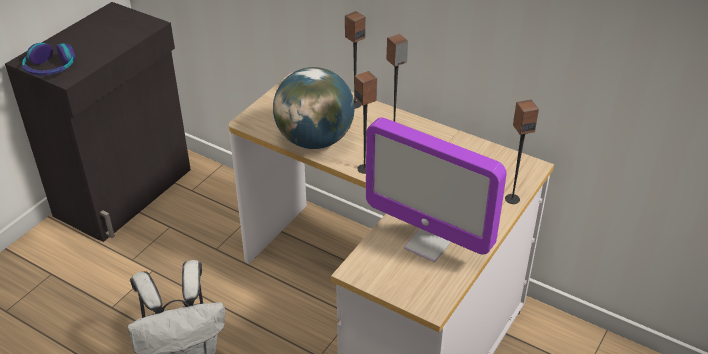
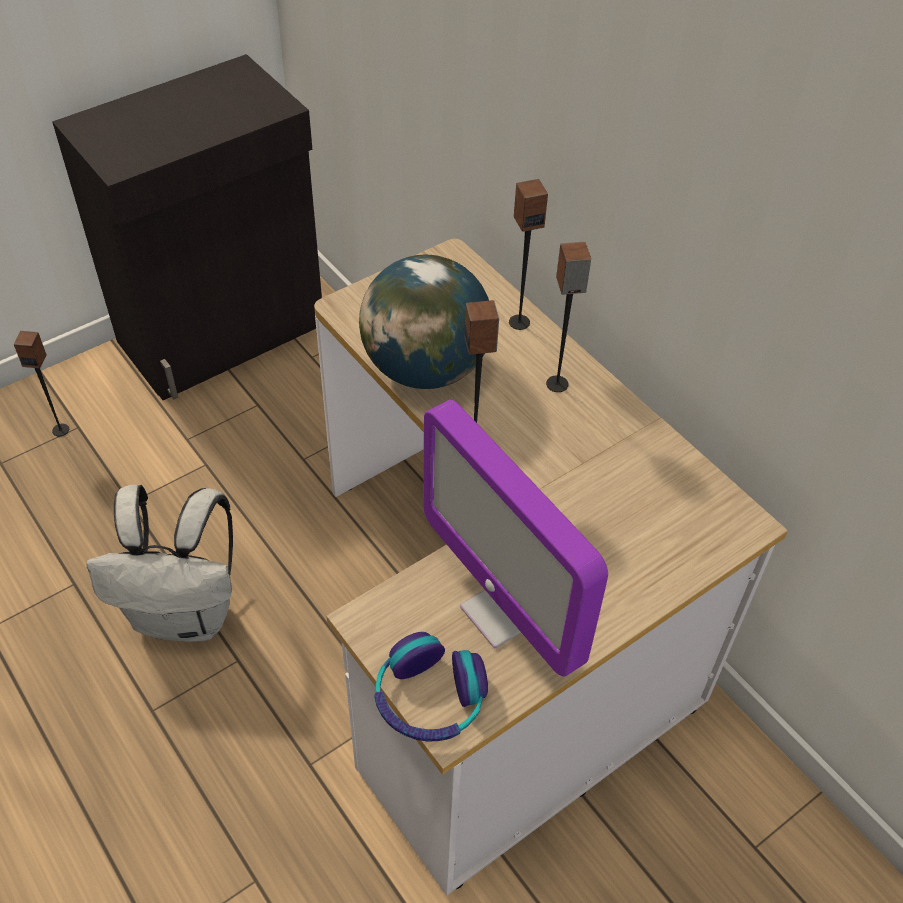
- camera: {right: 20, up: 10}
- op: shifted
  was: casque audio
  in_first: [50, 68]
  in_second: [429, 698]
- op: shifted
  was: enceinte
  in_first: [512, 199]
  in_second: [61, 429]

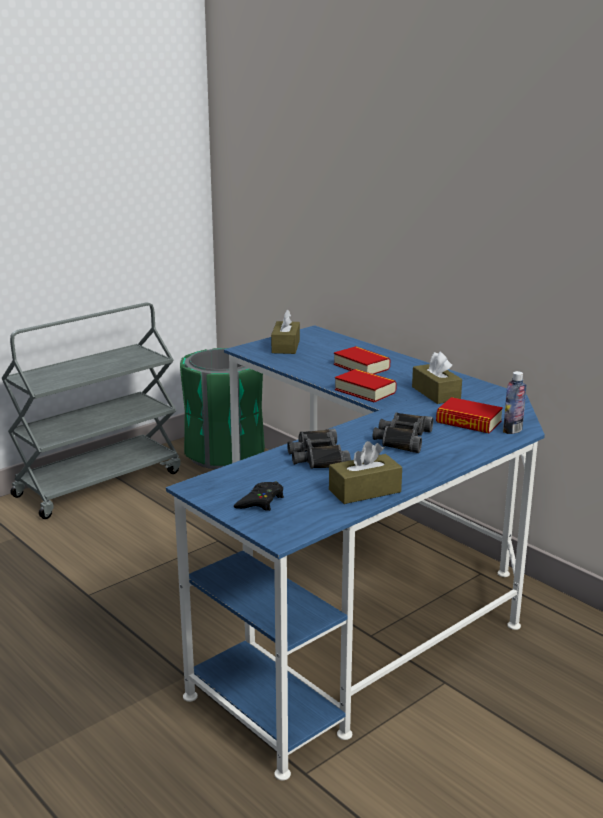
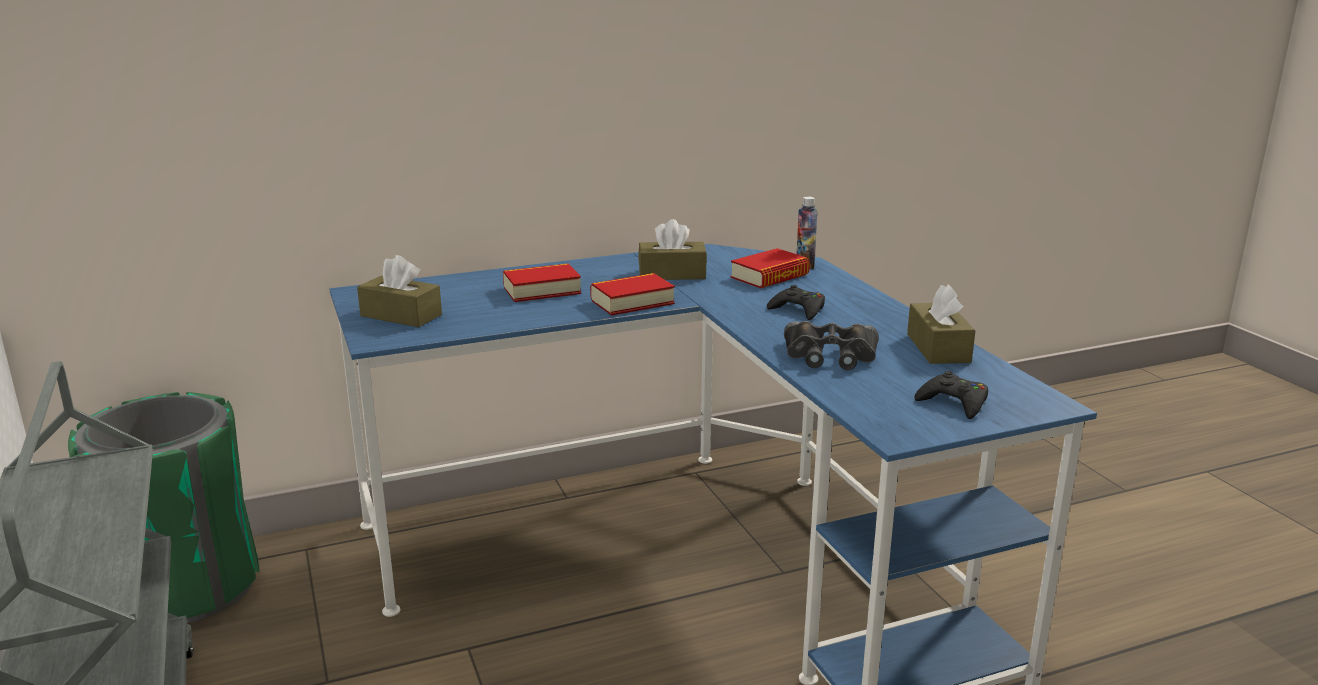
- camera: {right: -70, up: 0}
- op: swapped
  was: jumelles/noir
  now: manette/noir
  in_first: [402, 438]
  in_second: [798, 309]

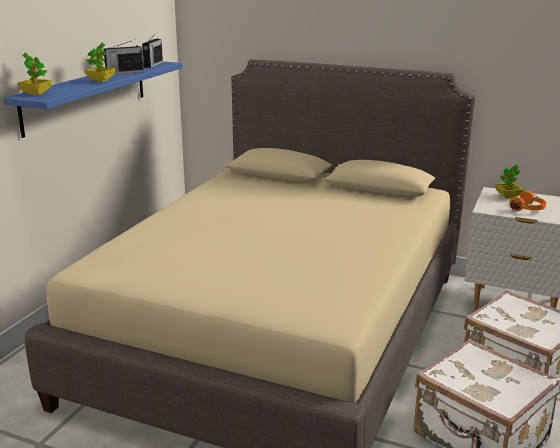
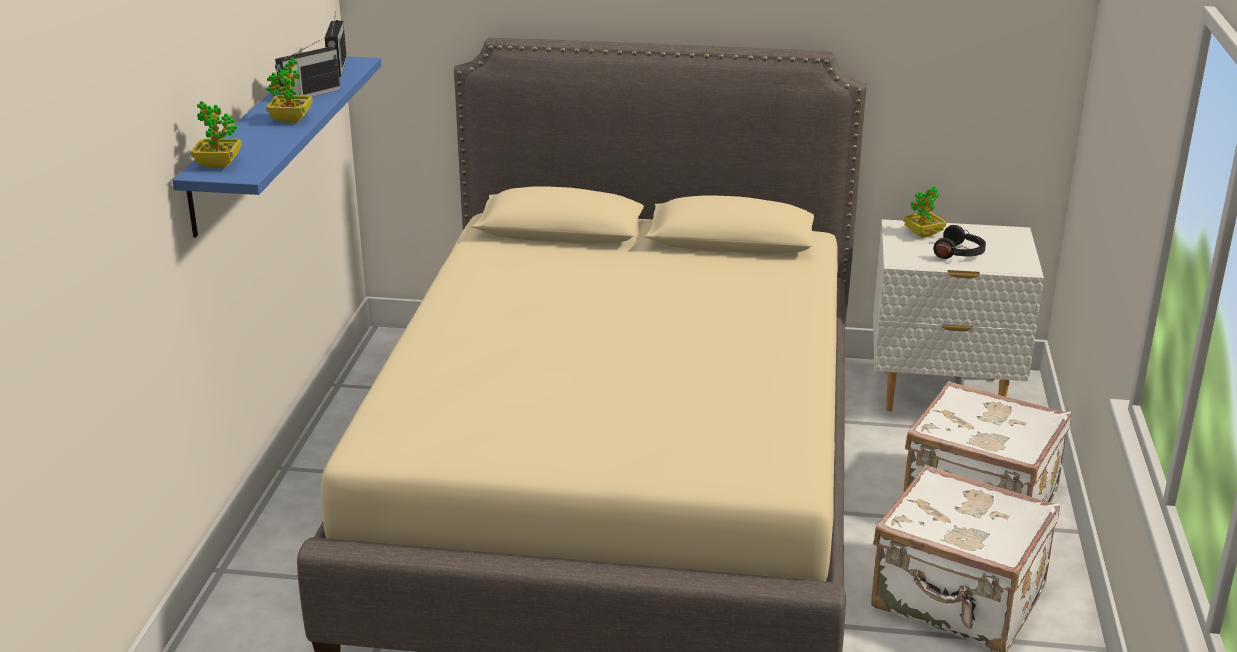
- camera: {right: -15, up: 5}
- op: repainted
  was: casque audio/orange
  now: casque audio/noir
  in_first: [528, 209]
  in_second: [960, 253]

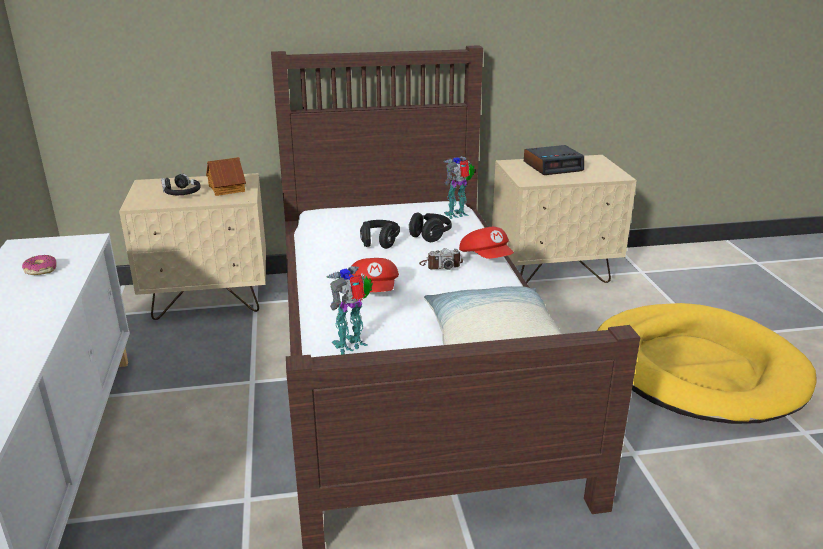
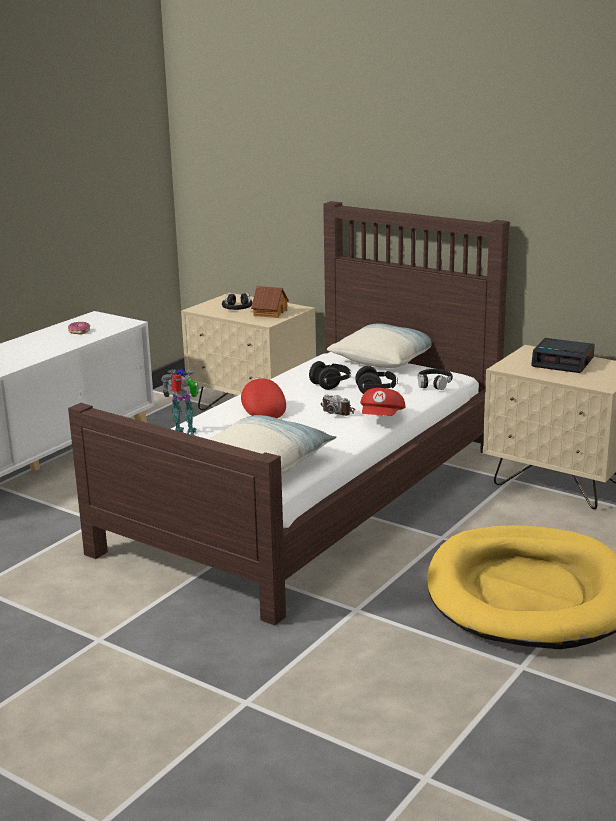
- camera: {right: 45, up: -5}
- op: swapped
  was: robot jouet
  now: casque audio/noir
  in_first: [457, 215]
  in_second: [434, 384]
- op: rotated
  was: casquette/rouge
  in_first: [374, 291]
  in_second: [261, 411]
  clockwise: 120
- op: new
  now: coussin
  in_second: [384, 360]

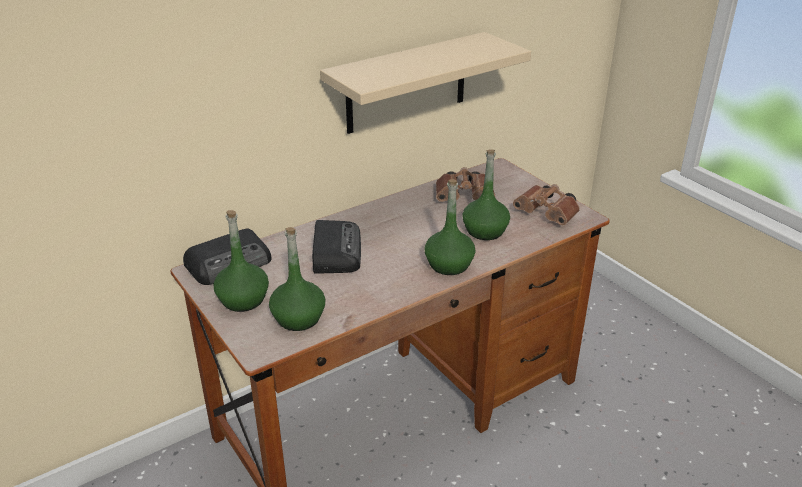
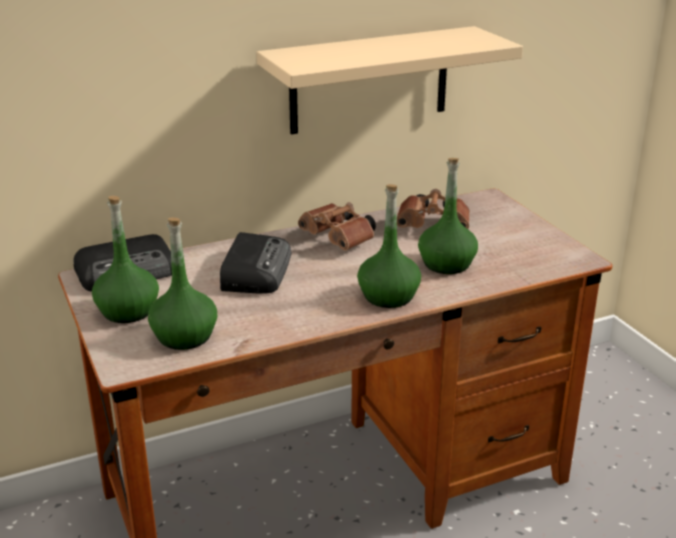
- camera: {right: 10, up: -5}
- op: shifted
  was: jumelles/marron
  in_first: [548, 215]
  in_second: [340, 240]

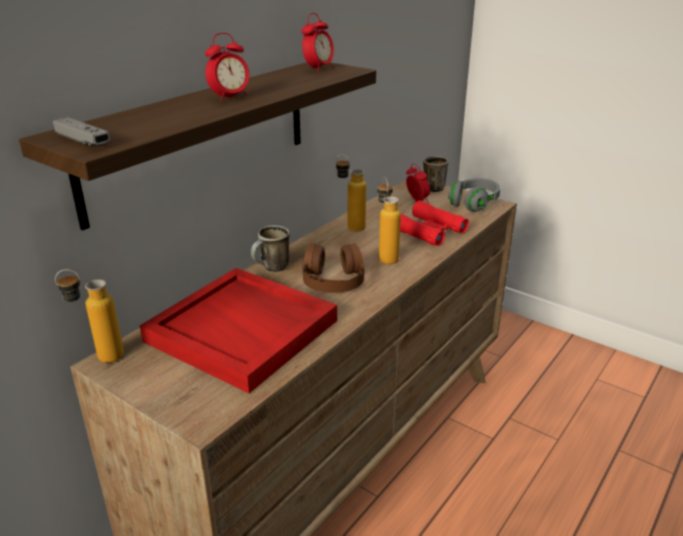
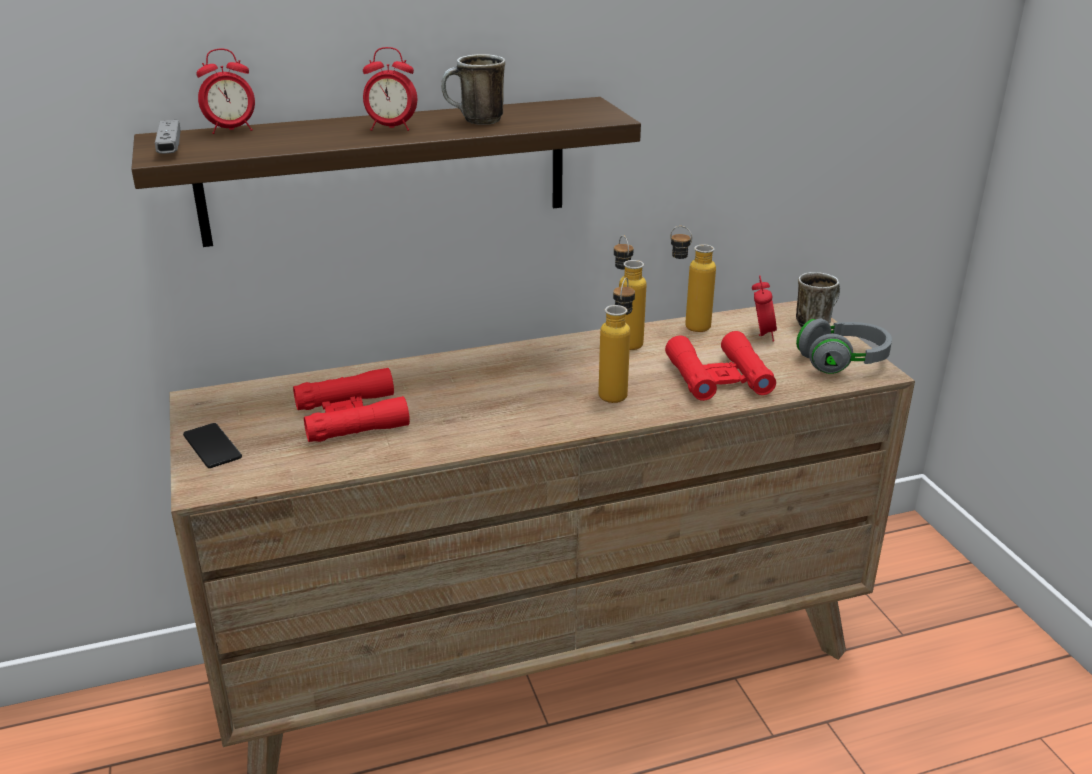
- camera: {right: 35, up: 0}
- op: shifted
  was: réveil
  in_first: [318, 69]
  in_second: [231, 130]
- op: shifted
  was: mug
  in_first: [272, 269]
  in_second: [475, 121]
- op: gone
  was: casque audio/marron
  in_first: [333, 279]
- op: swapped
  was: plateau/rouge
  now: jumelles/rouge
  in_first: [244, 330]
  in_second: [351, 417]
- op: shifted
  was: bouteille
  in_first: [100, 357]
  in_second: [687, 325]
- op: new
  now: téléphone
  in_second: [212, 446]

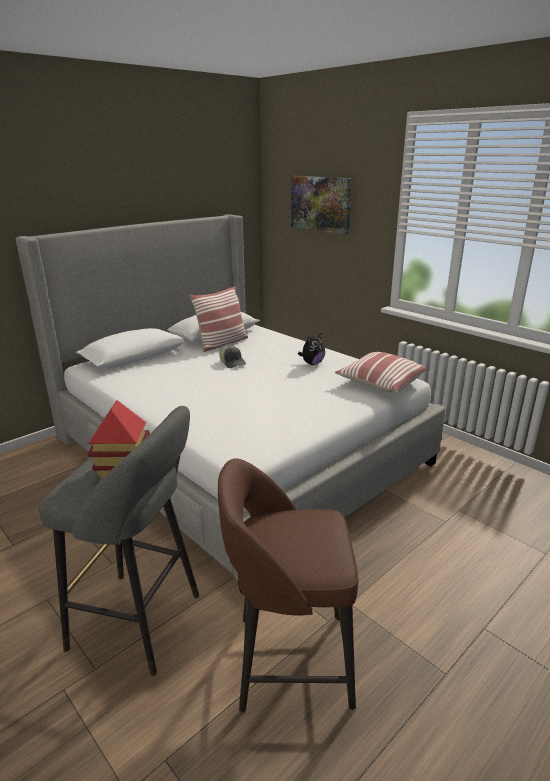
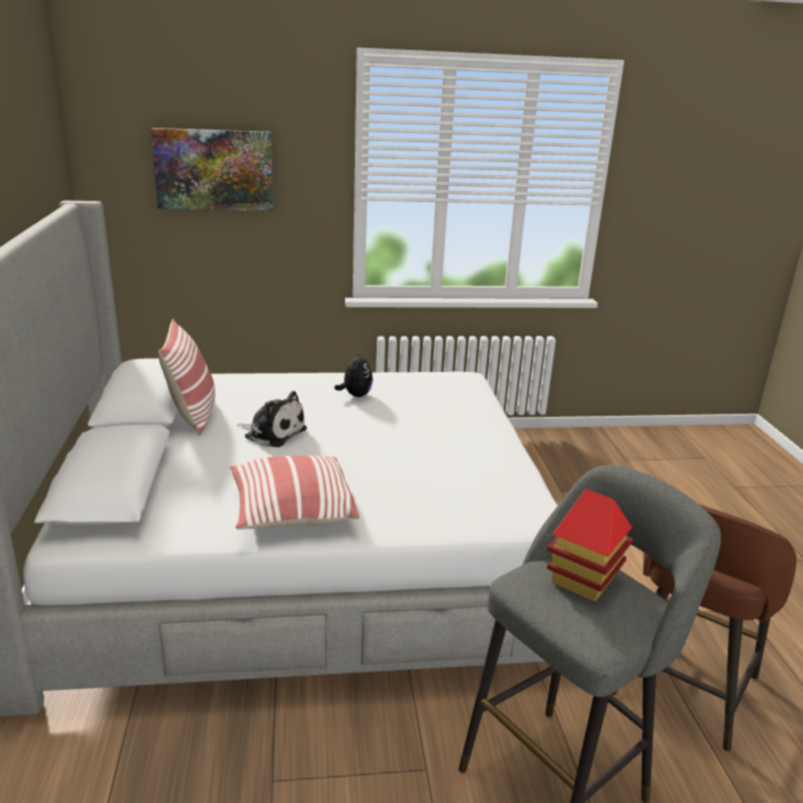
- camera: {right: -55, up: 0}
- op: swapped
  was: casquette
  now: peluche
  in_first: [233, 363]
  in_second: [273, 433]
- op: shifted
  was: coussin
  in_first: [379, 383]
  in_second: [291, 510]

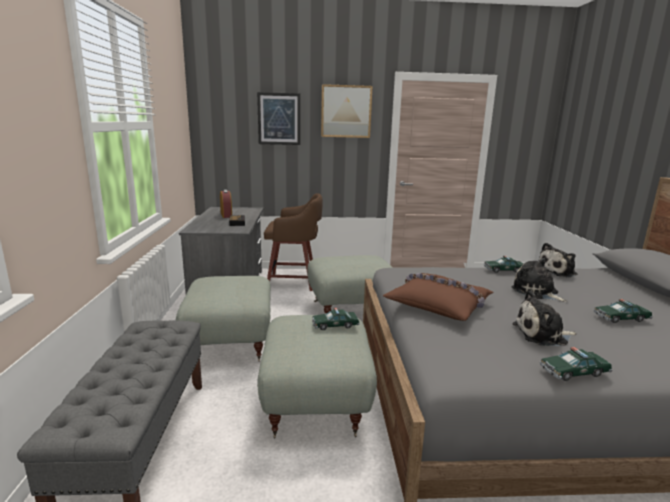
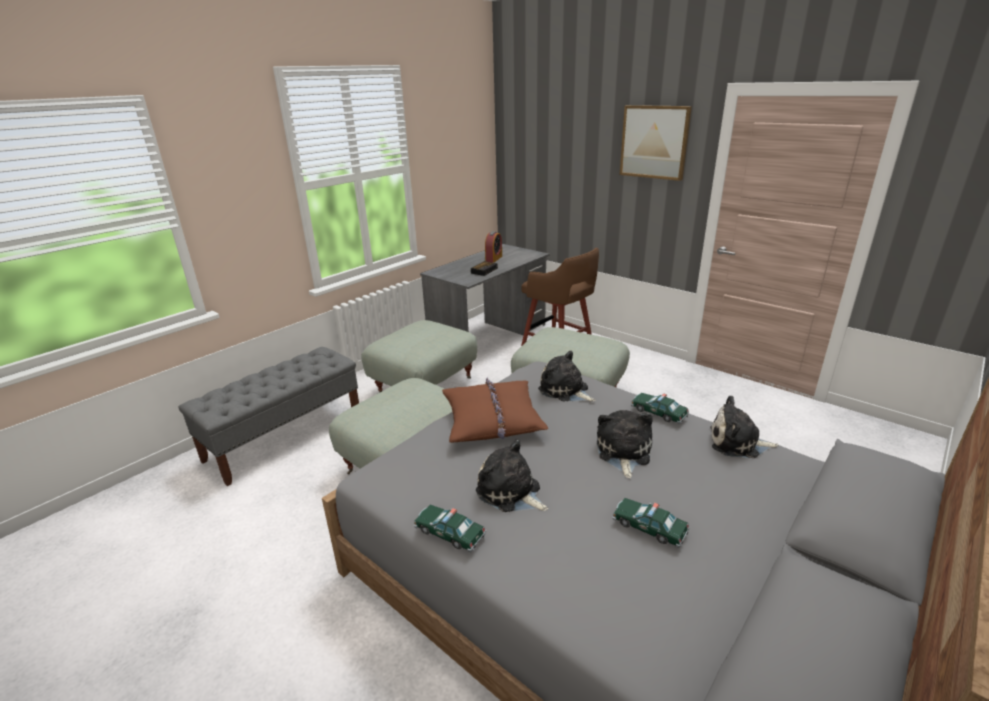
- camera: {right: 45, up: 10}
- op: gone
  was: tableau
  in_first: [279, 119]
- op: gone
  was: petite voiture
  in_first: [335, 325]
- op: new
  now: peluche
  in_second: [565, 391]

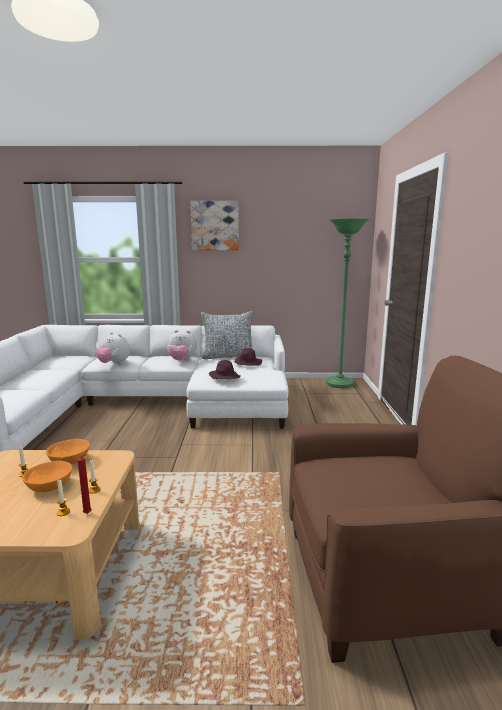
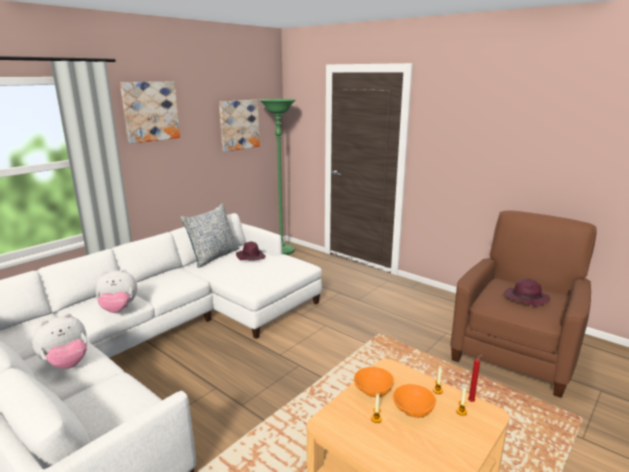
- camera: {right: -50, up: 5}
- op: shifted
  was: peluche
  in_first: [182, 360]
  in_second: [66, 364]
- op: shifted
  was: chapeau/violet
  in_first: [224, 377]
  in_second: [525, 299]
- op: new
  now: tableau
  in_second: [239, 125]

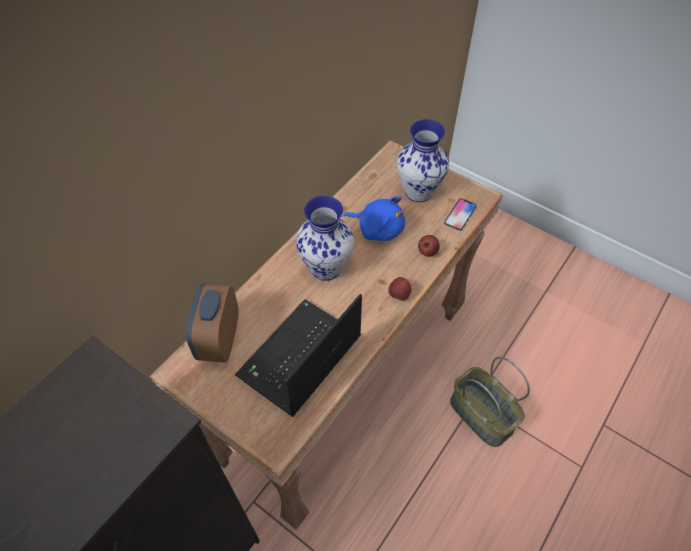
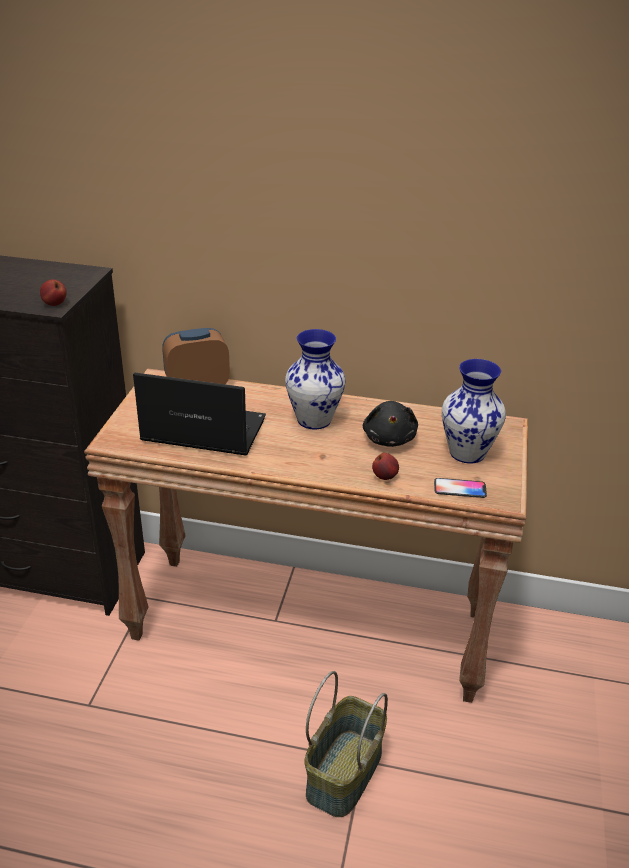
- camera: {right: 65, up: -20}
- op: repainted
  was: peluche/bleu
  now: peluche/noir
  in_first: [378, 229]
  in_second: [389, 438]
- op: shifted
  was: pomme
  in_first: [399, 295]
  in_second: [54, 304]

